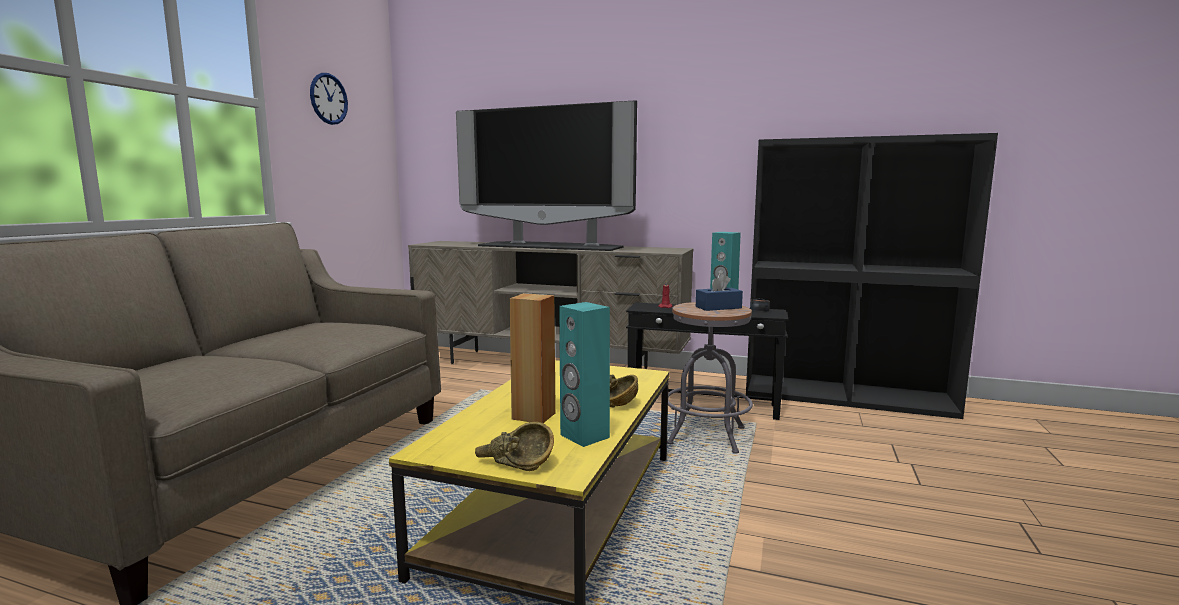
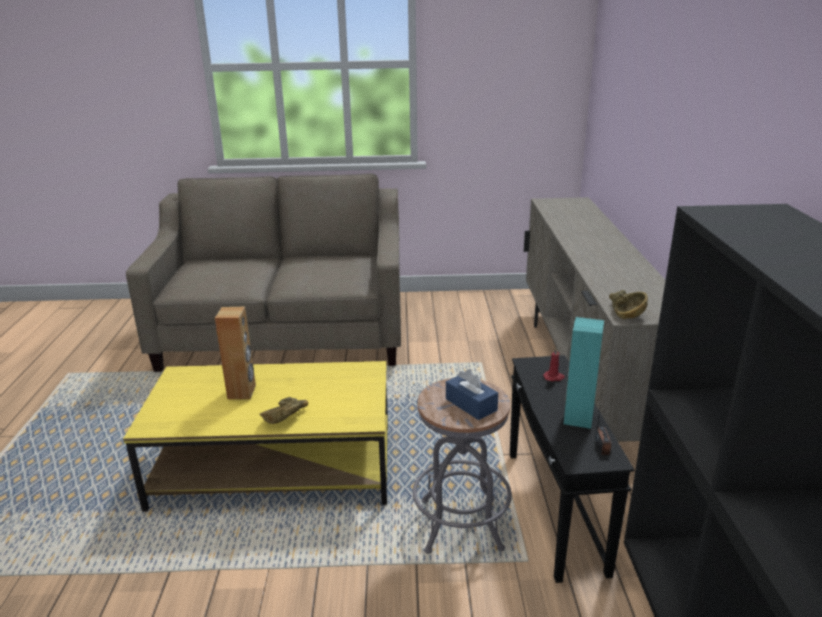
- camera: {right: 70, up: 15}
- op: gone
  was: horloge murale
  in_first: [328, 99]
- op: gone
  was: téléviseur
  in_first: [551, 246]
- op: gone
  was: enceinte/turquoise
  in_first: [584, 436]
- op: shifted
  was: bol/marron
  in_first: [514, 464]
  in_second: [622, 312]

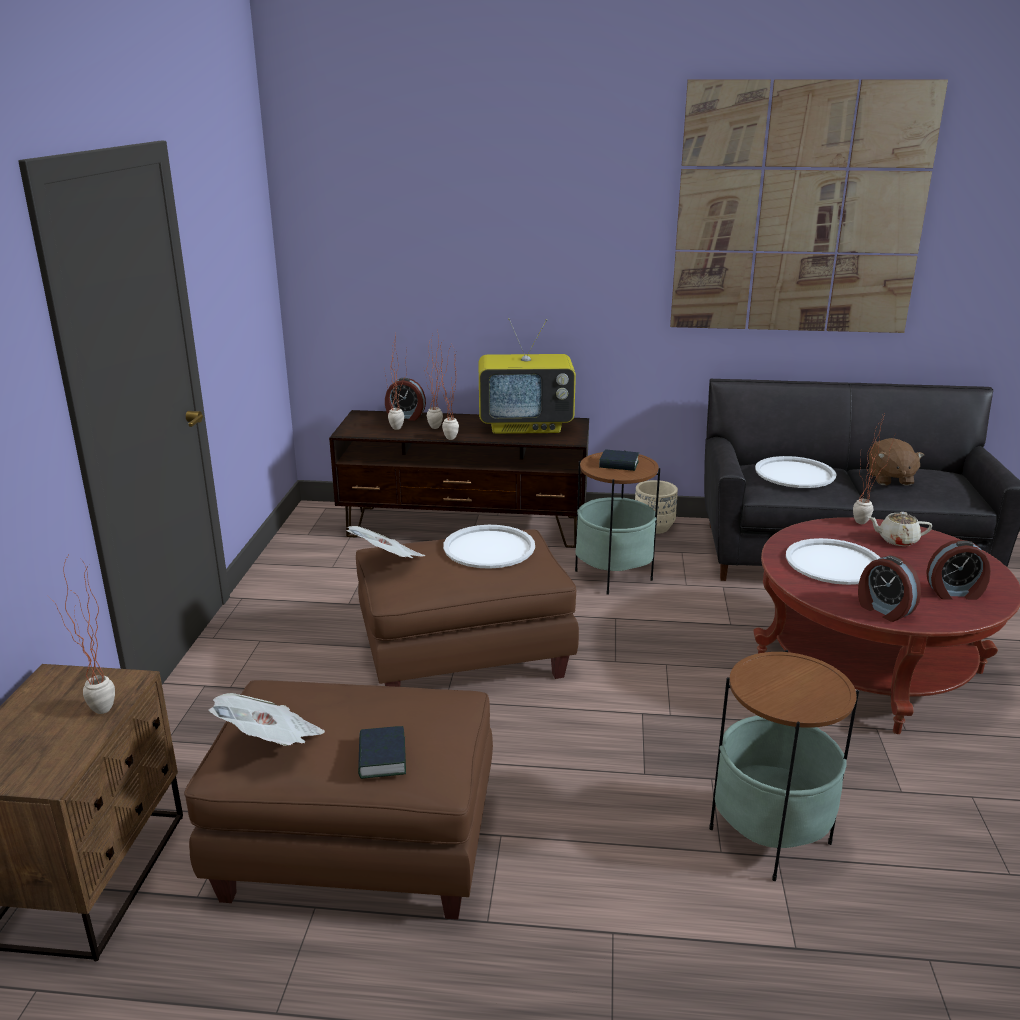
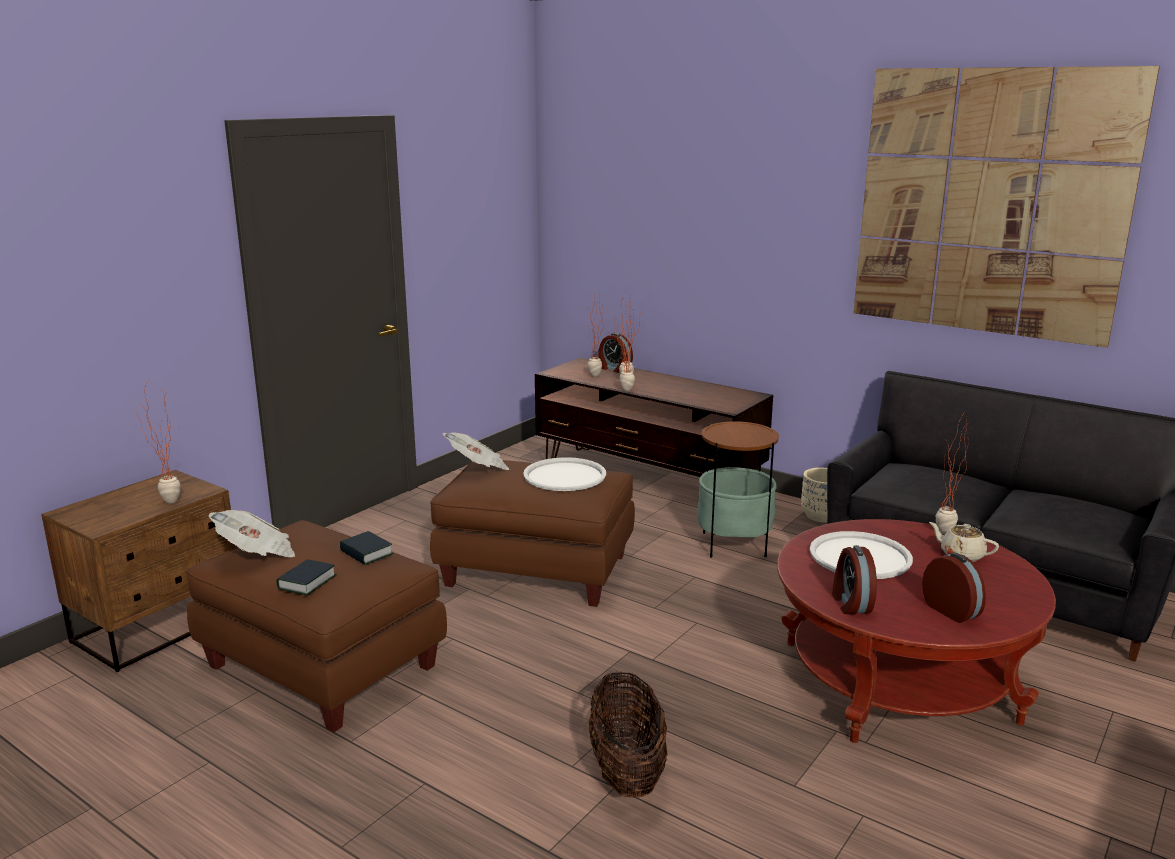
- camera: {right: 30, up: -5}
- op: gone
  was: téléviseur
  in_first: [526, 426]
- op: gone
  was: peluche/marron
  in_first: [889, 479]
- op: shifted
  was: livre
  in_first: [619, 464]
  in_second: [366, 553]
- op: gone
  was: plateau/blanc
  in_first: [794, 473]
- op: rotated
  was: réveil
  in_first: [954, 593]
  in_second: [952, 610]
  clockwise: -150
- op: swapped
  was: table d'appoint
  now: panier
  in_first: [769, 836]
  in_second: [626, 771]

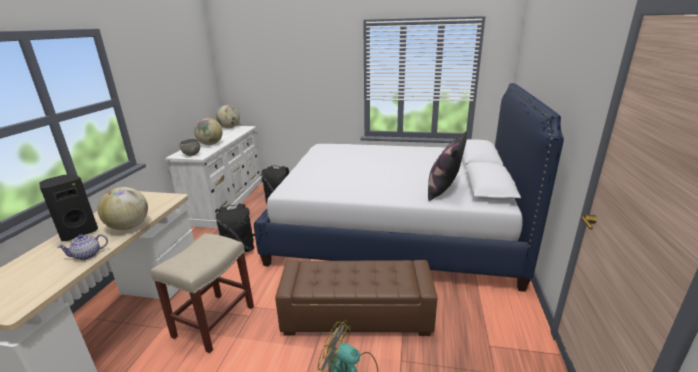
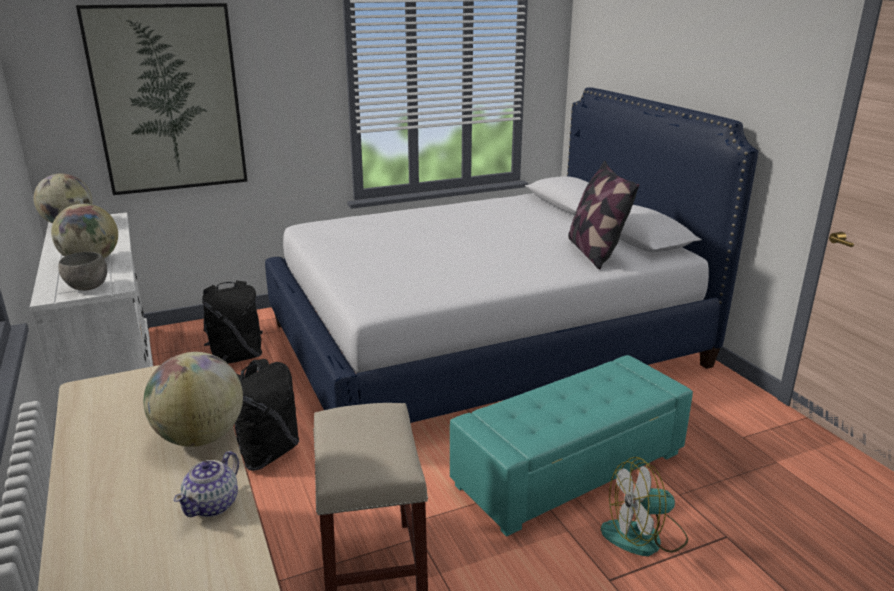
- camera: {right: -35, up: 0}
- op: gone
  was: enceinte/noir
  in_first: [78, 232]
- op: repainted
  was: pouf/marron
  now: pouf/turquoise
  in_first: [356, 316]
  in_second: [570, 469]
- op: new
  now: tableau
  in_second: [168, 100]

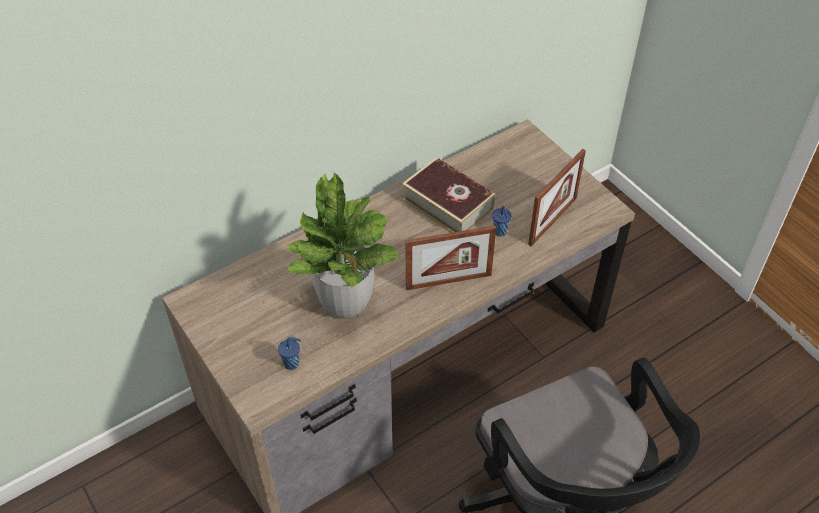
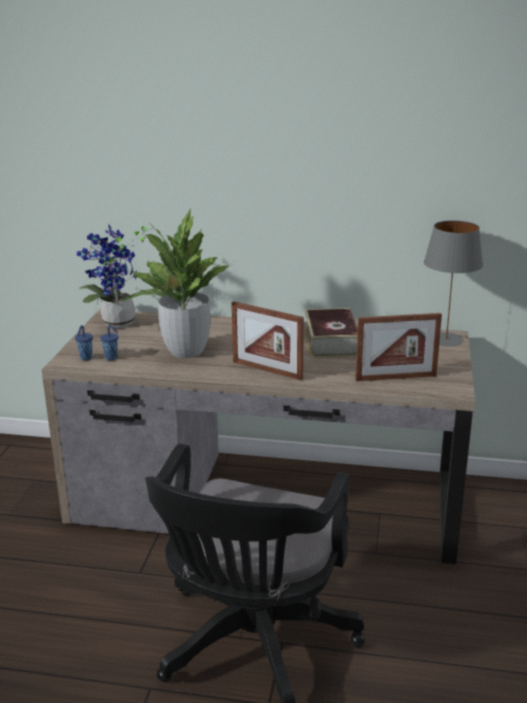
- camera: {right: 45, up: -25}
- op: shifted
  was: tasse/bleu
  in_first: [500, 232]
  in_second: [85, 358]
- op: new
  now: lampe de table/gris
  in_second: [445, 339]
- op: new
  now: plante en pot
  in_second: [118, 325]

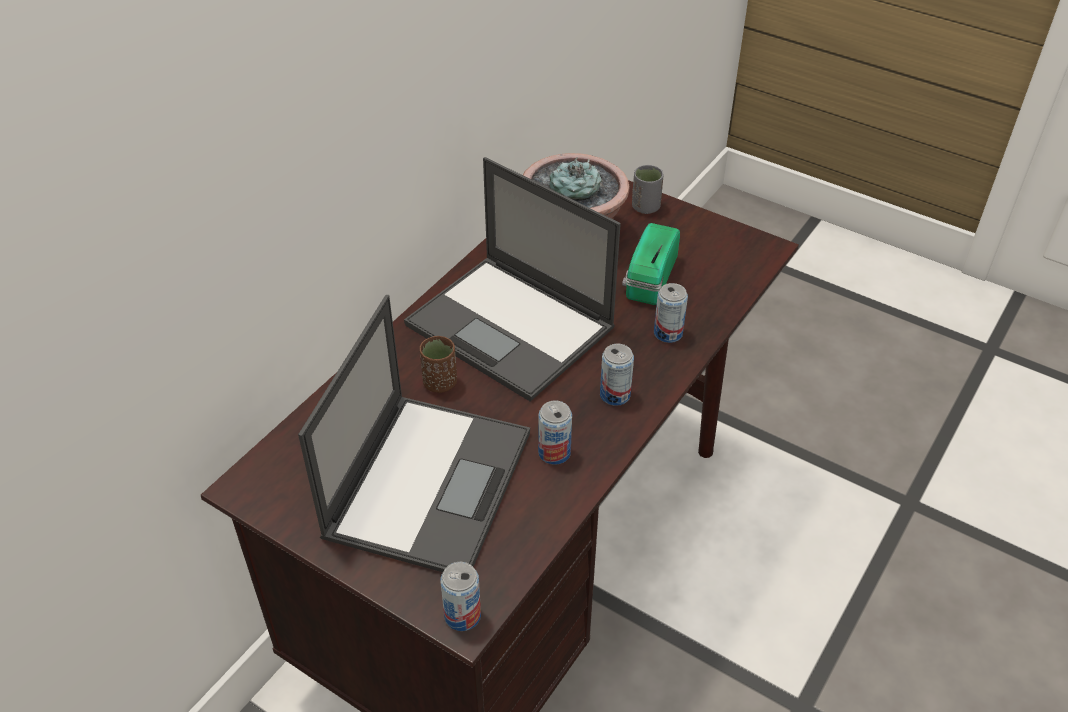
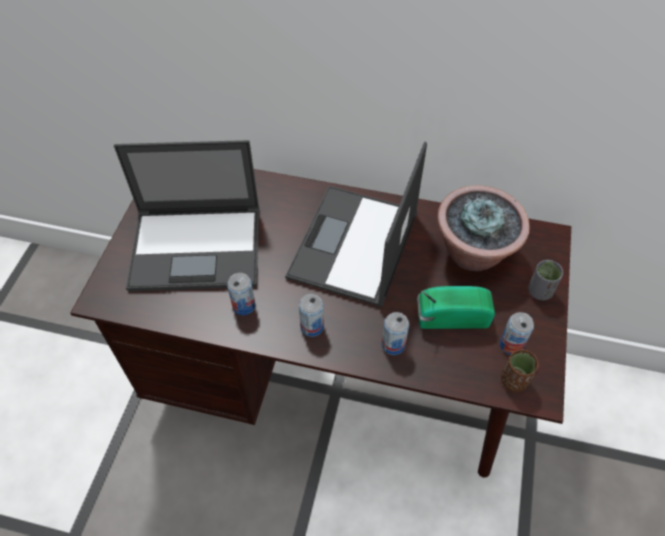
- camera: {right: 70, up: 10}
- op: shifted
  was: tasse/marron
  in_first: [440, 383]
  in_second: [514, 380]
- op: shifted
  was: boîte métallique
  in_first: [462, 615]
  in_second: [511, 345]

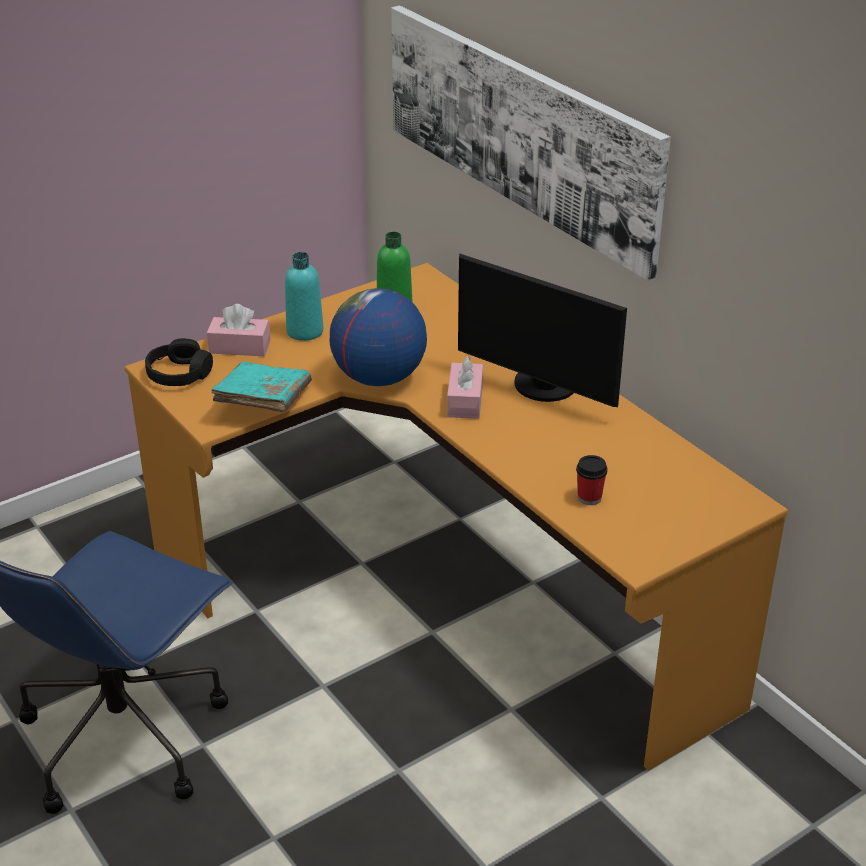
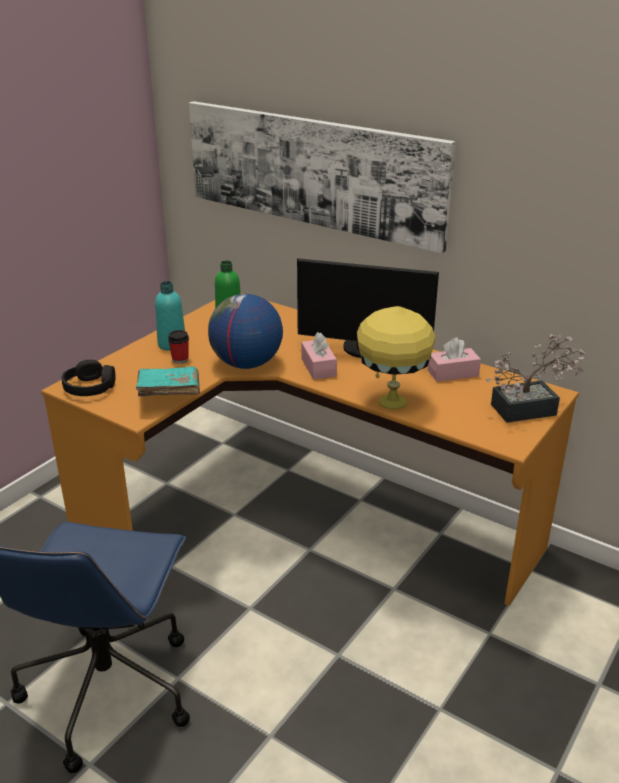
- camera: {right: -20, up: -5}
- op: shifted
  was: boîte à mouchoirs/rose
  in_first: [239, 347]
  in_second: [453, 373]
- op: shifted
  was: tasse
  in_first: [589, 497]
  in_second: [180, 360]
- op: new
  now: lampe de table/jaune
  in_second: [391, 401]
- op: new
  now: plante en pot
  in_second: [530, 409]

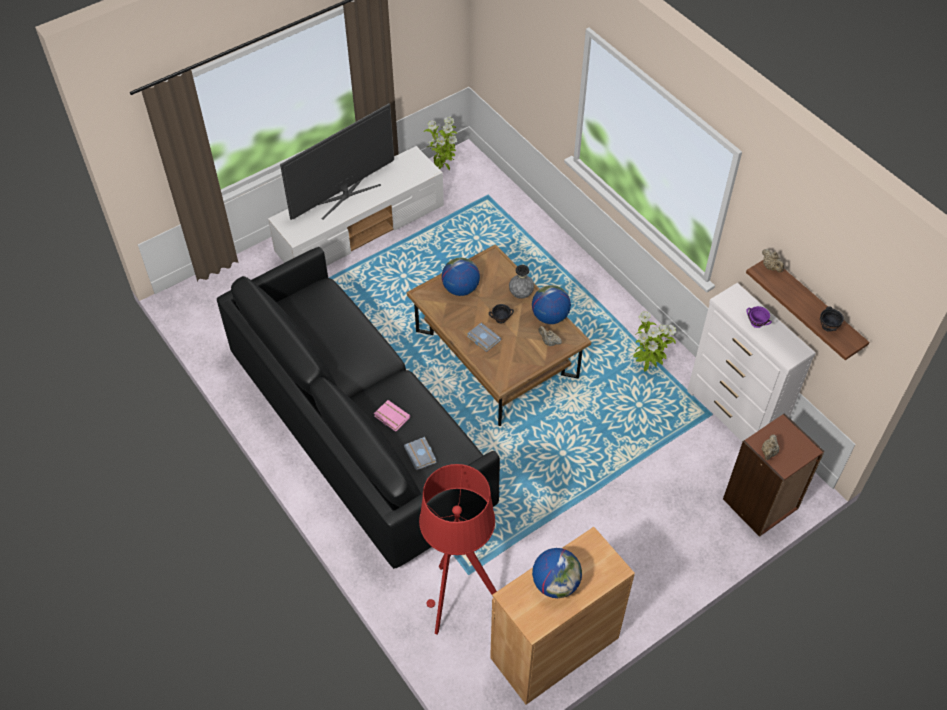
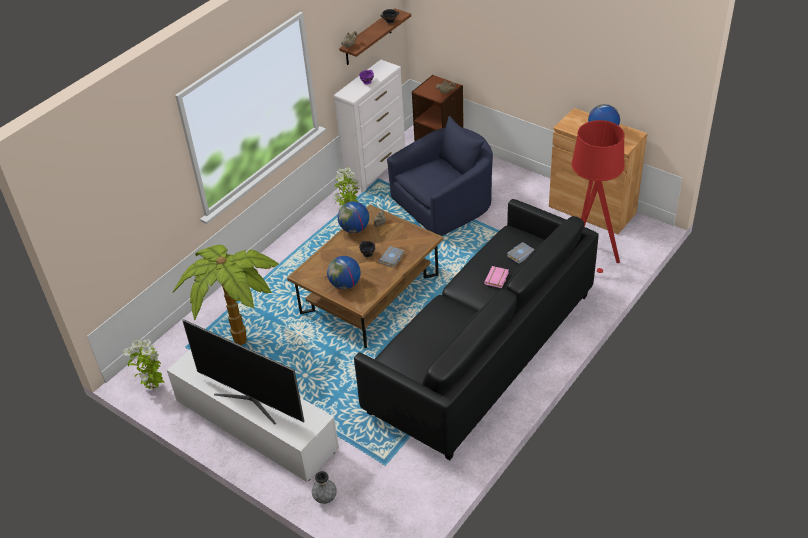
- camera: {right: -105, up: -10}
- op: shifted
  was: vase/gris
  in_first: [521, 294]
  in_second: [325, 498]
- op: new
  now: fauteuil/bleu
  in_second: [445, 205]
- op: new
  now: plante en pot
  in_second: [239, 337]

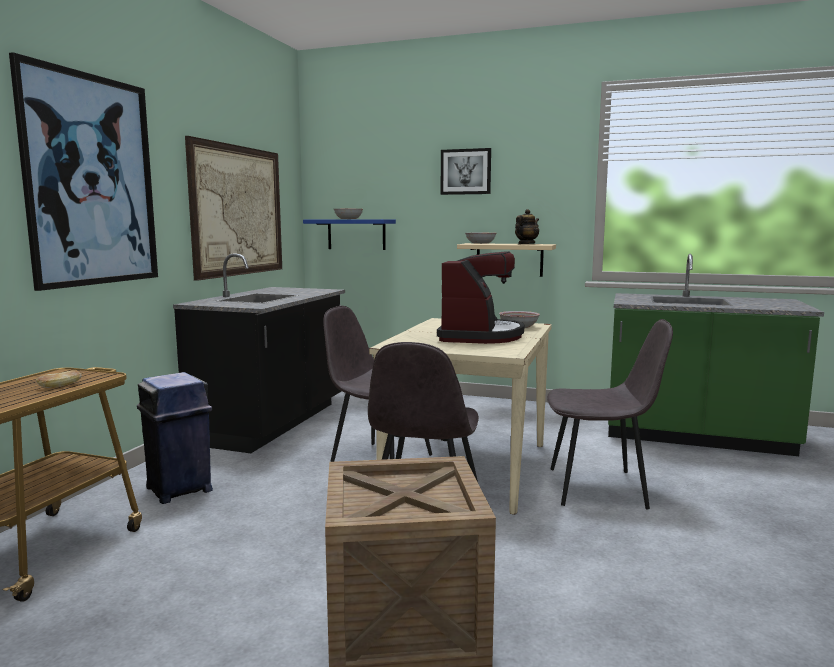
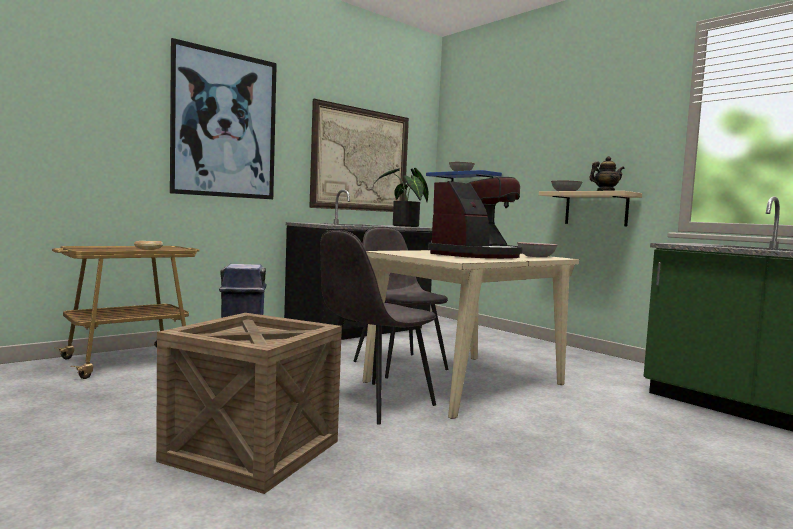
- camera: {right: 30, up: -5}
- op: gone
  was: tableau
  in_first: [466, 171]
- op: gone
  was: chaise/gris
  in_first: [600, 488]
- op: new
  now: plante en pot
  in_second: [405, 226]

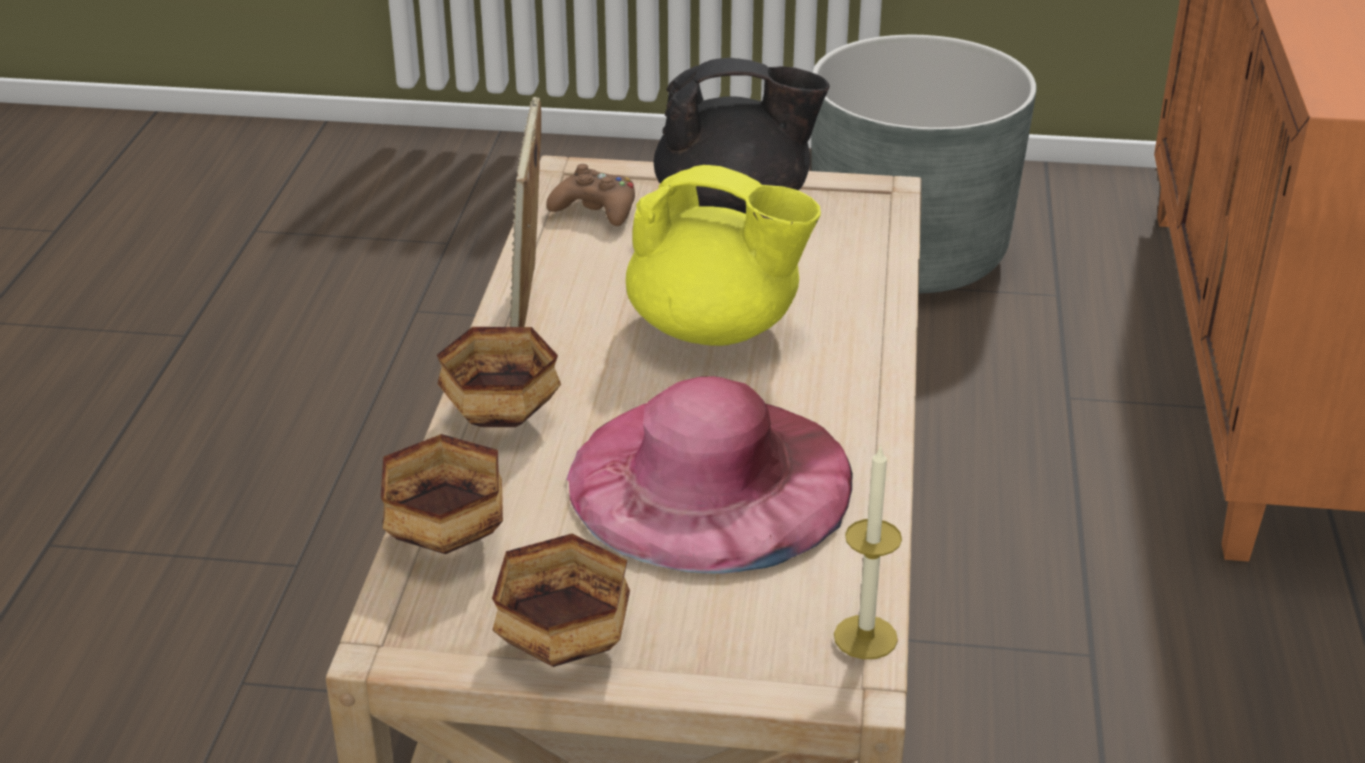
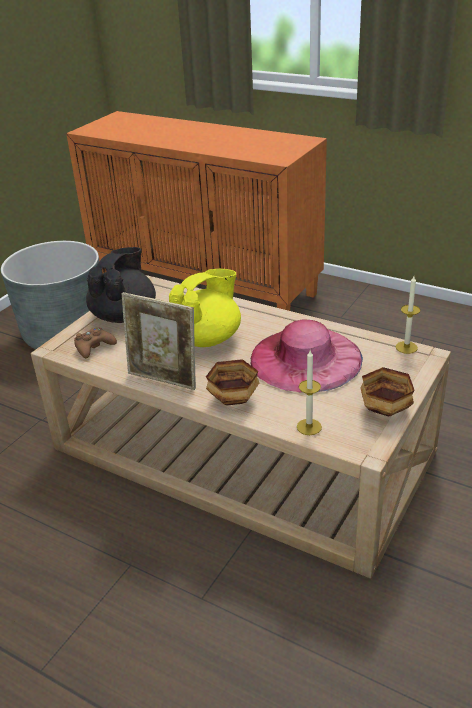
- camera: {right: -65, up: 0}
- op: swapped
  was: bol
  now: bougie
  in_first: [445, 539]
  in_second: [309, 427]

